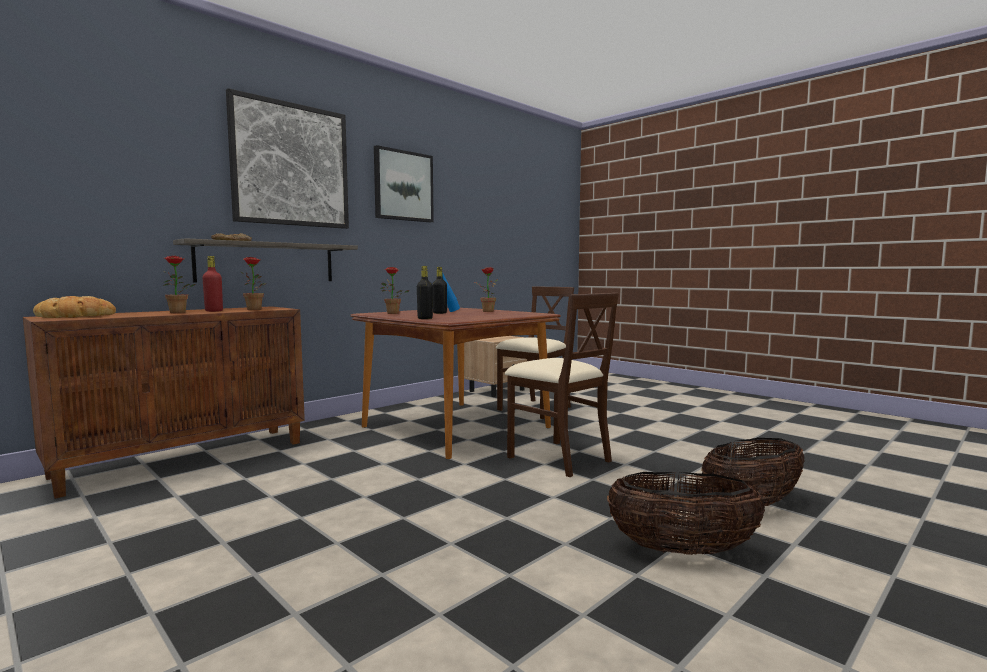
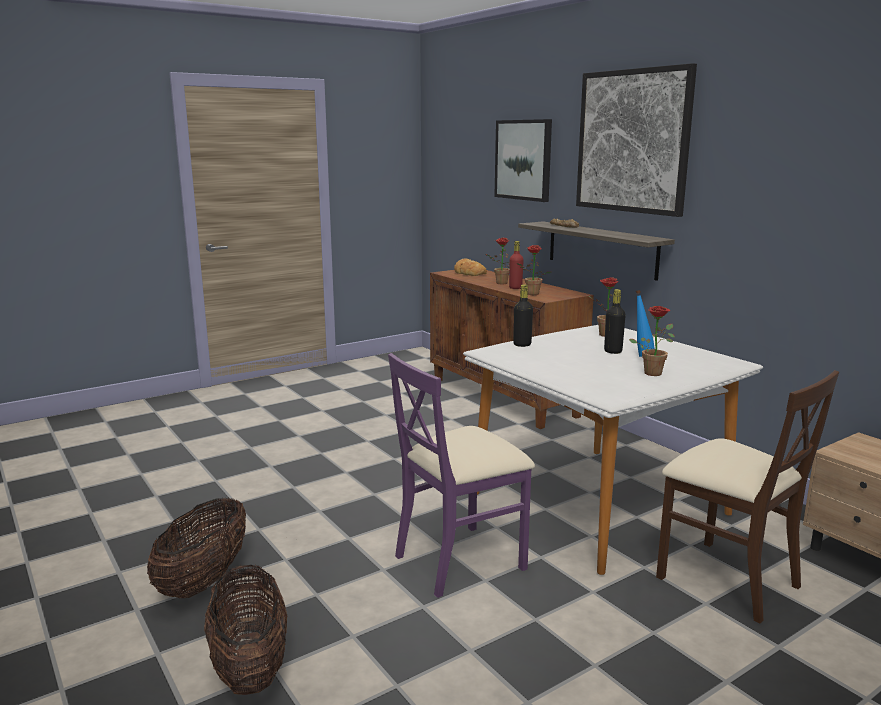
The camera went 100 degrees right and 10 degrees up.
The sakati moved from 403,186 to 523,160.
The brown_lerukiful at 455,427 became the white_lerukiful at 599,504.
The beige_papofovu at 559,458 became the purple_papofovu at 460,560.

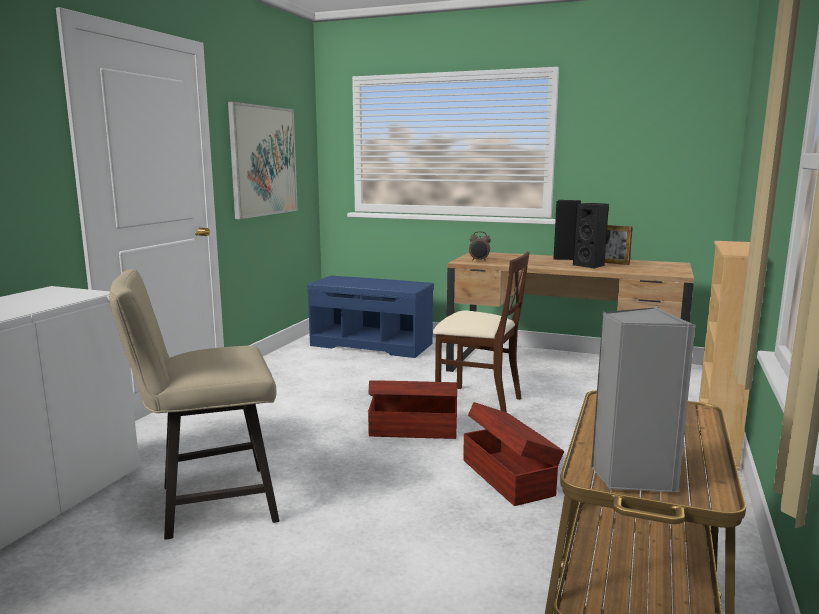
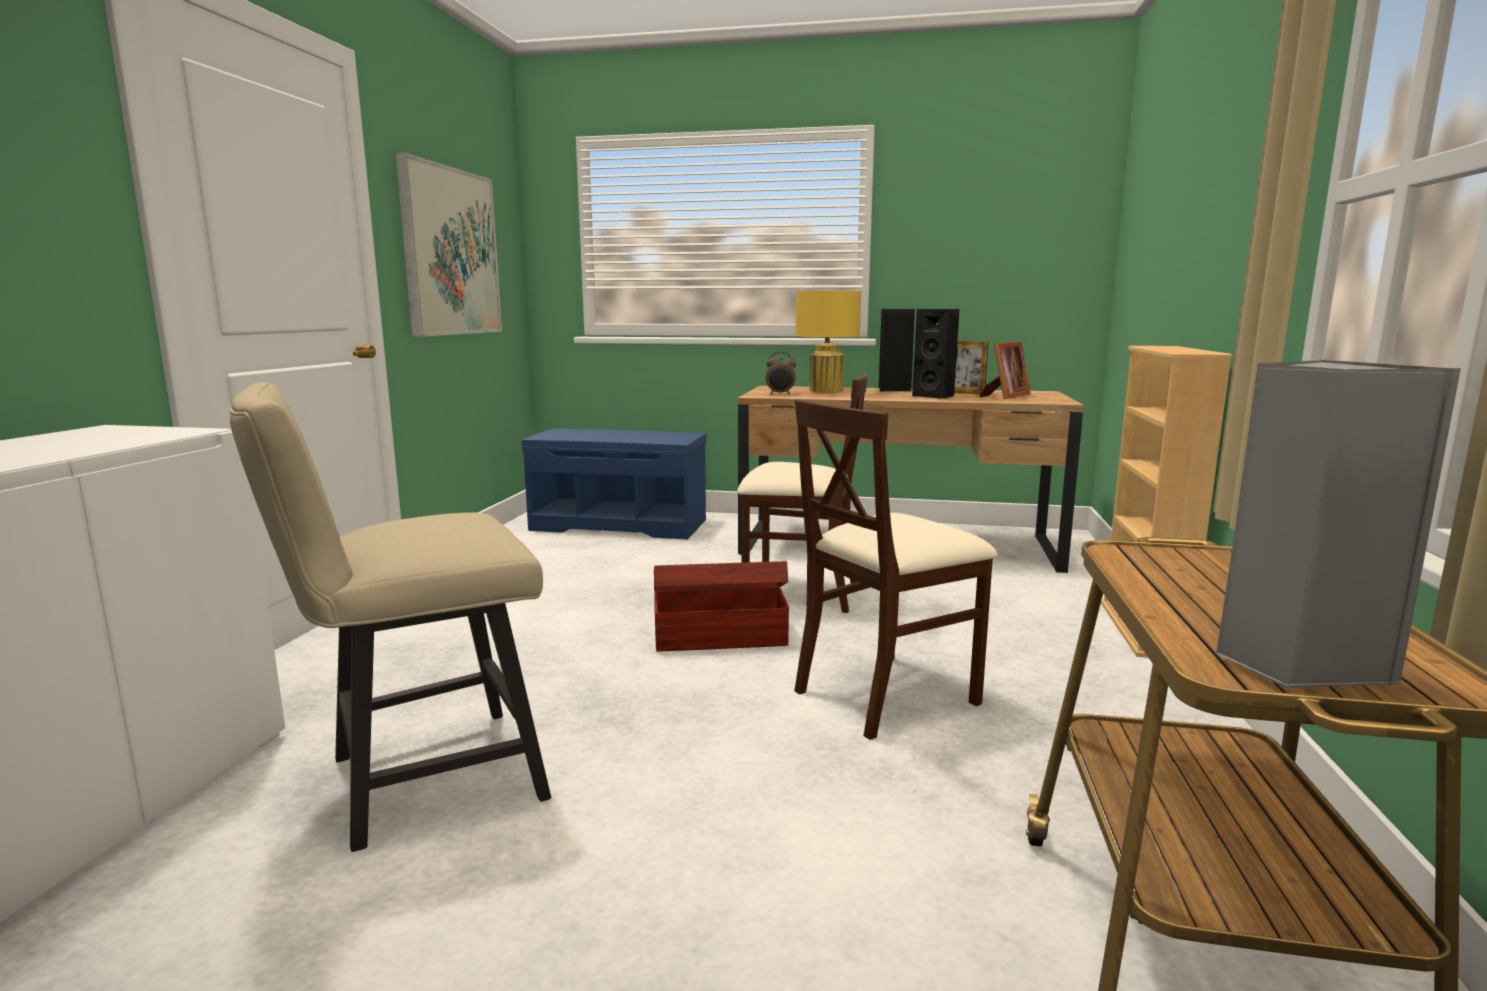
The camera went 10 degrees left and 0 degrees up.
The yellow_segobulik at 826,390 appeared.
The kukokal at 1005,396 appeared.
The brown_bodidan at 508,476 was replaced by the beige_papofovu at 885,694.

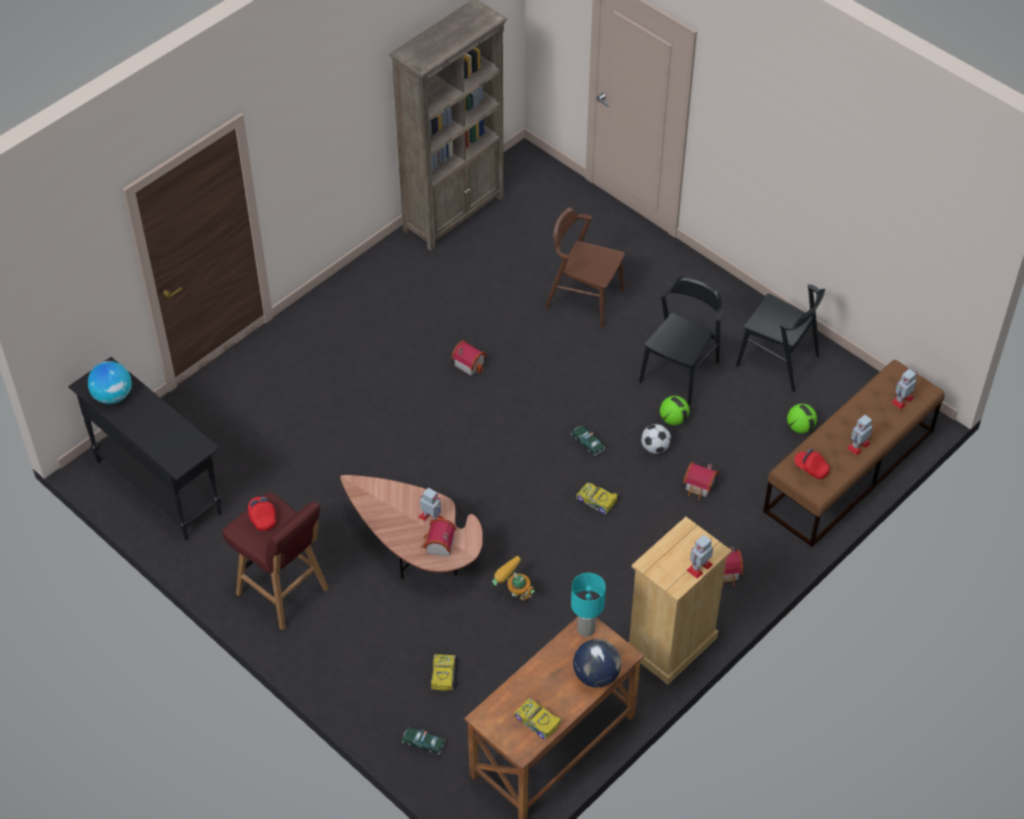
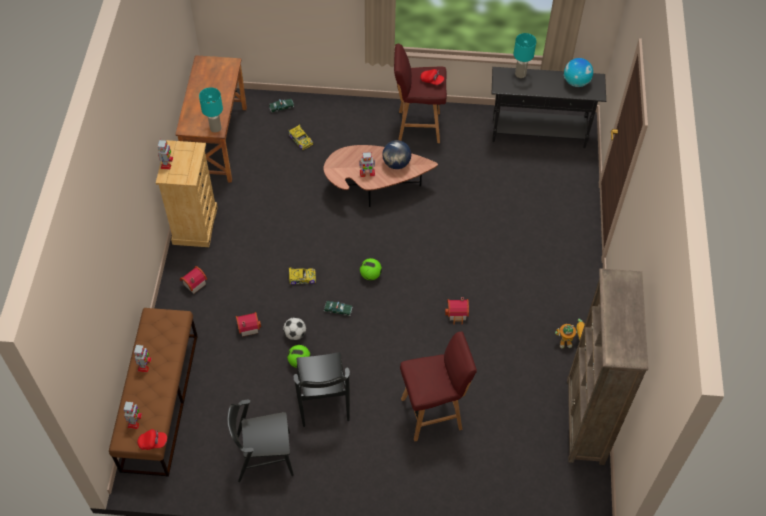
The camera went 140 degrees right and 5 degrees up.
The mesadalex at 438,546 disappeared.
The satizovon at 538,722 disappeared.
The turquoise_segobulik at 520,74 appeared.
The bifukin moved from 513,594 to 570,342.
The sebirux moved from 596,675 to 396,164.
The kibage moved from 800,427 to 370,275.
The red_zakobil moved from 811,468 to 153,442.
The brown_papofovu at 584,299 was replaced by the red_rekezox at 433,413.

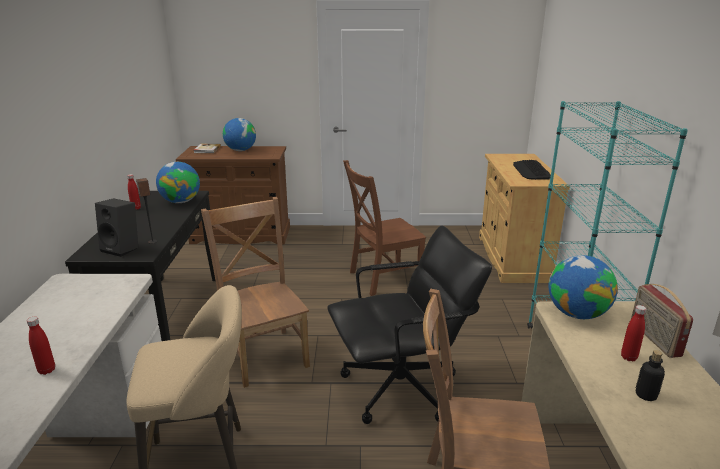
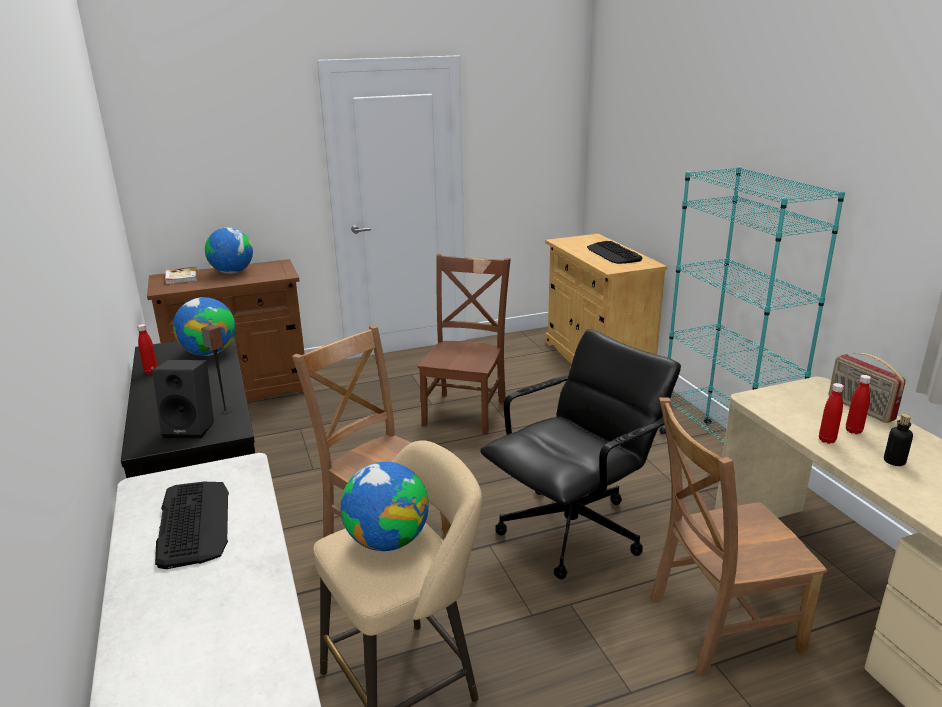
The camera went 20 degrees left and 0 degrees up.
The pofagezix at 193,522 appeared.
The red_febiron moved from 47,370 to 827,440.
The sebirux moved from 577,314 to 387,540.
The brown_papofovu at 382,278 turned 150 degrees clockwise.

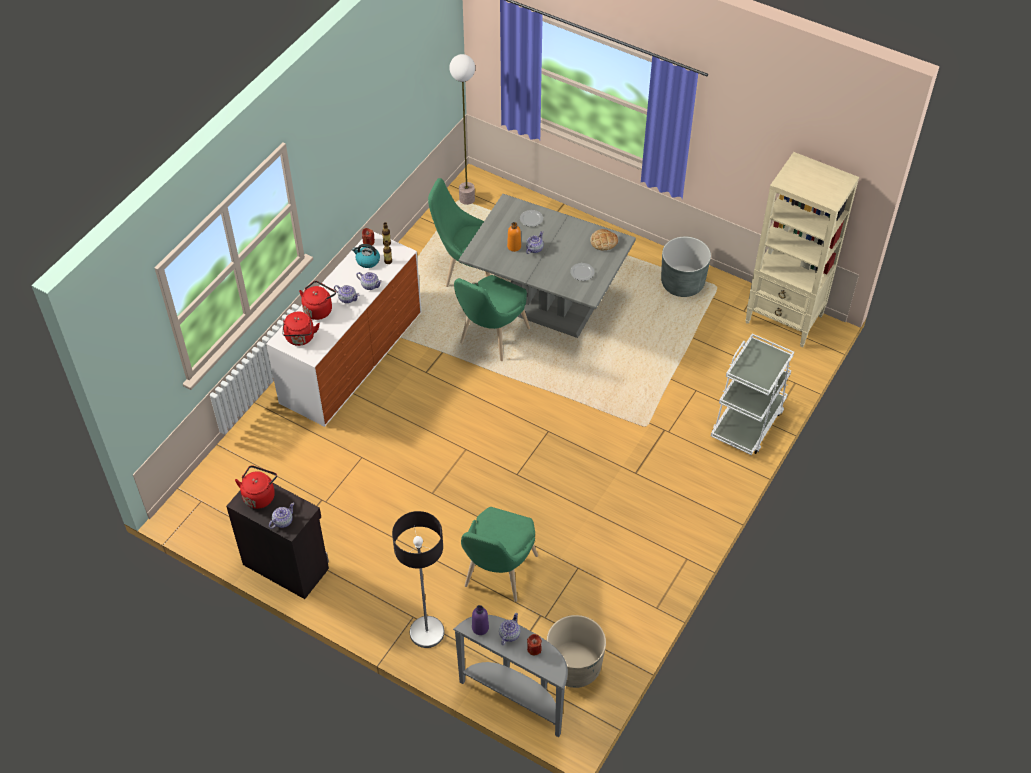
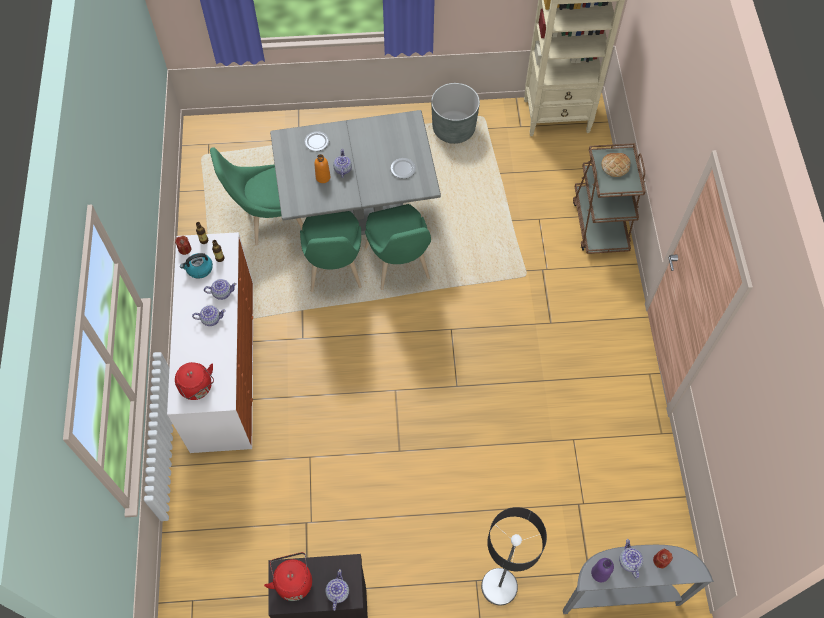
The camera went 35 degrees left and 10 degrees up.
The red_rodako at 319,309 disappeared.
The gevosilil at 467,199 disappeared.
The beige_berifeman at 574,666 disappeared.
The green_papofovu moved from 498,575 to 399,266.
The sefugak moved from 603,242 to 615,166.
The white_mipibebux at 747,422 became the brown_mipibebux at 600,223.

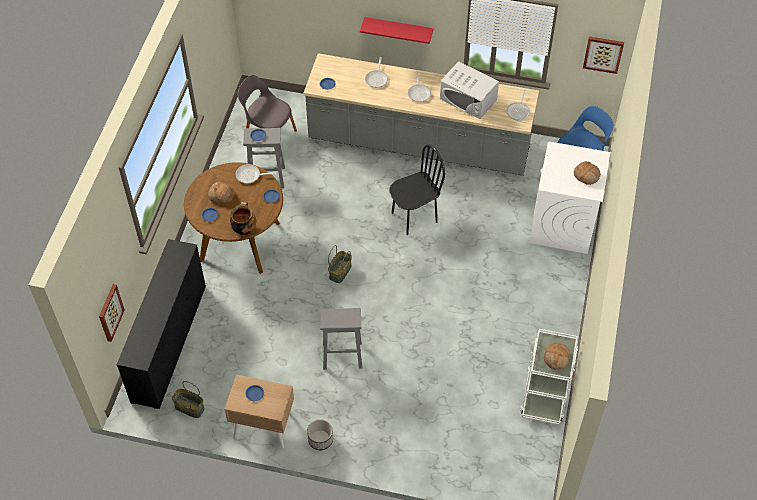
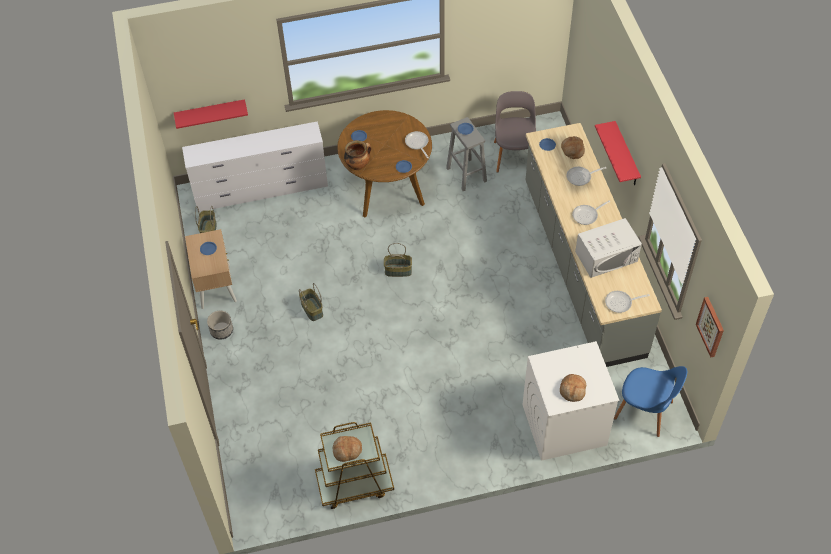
The camera went 65 degrees right and 0 degrees up.
The black_papofovu at 414,217 disappeared.
The sefugak moved from 221,196 to 572,150.
The sakati at 110,312 was replaced by the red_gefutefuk at 211,113.
The grey_rekezox at 341,355 was replaced by the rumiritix at 311,309.
The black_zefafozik at 170,343 became the white_zefafozik at 261,189.
The white_mipibebux at 545,394 became the brown_mipibebux at 354,484.
The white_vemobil at 468,99 turned 120 degrees counterclockwise.

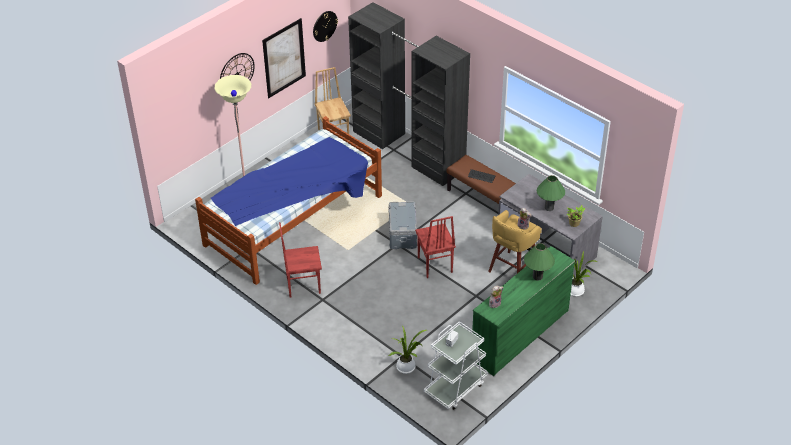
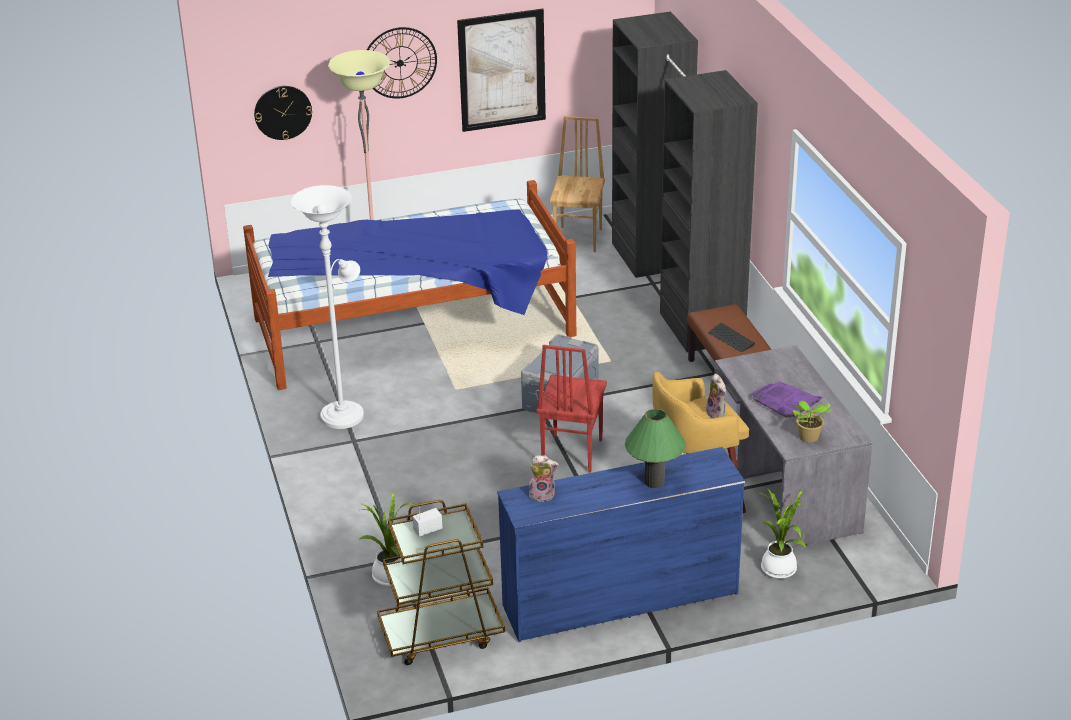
The camera went 30 degrees right and 10 degrees down.
The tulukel moved from 324,26 to 283,112.
The red_papofovu at 303,285 was replaced by the white_gevosilil at 344,413.
The green_segobulik at 549,208 was replaced by the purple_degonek at 785,401.
The white_mipibebux at 455,387 became the brown_mipibebux at 441,634.
The green_zefafozik at 519,335 became the blue_zefafozik at 619,599.

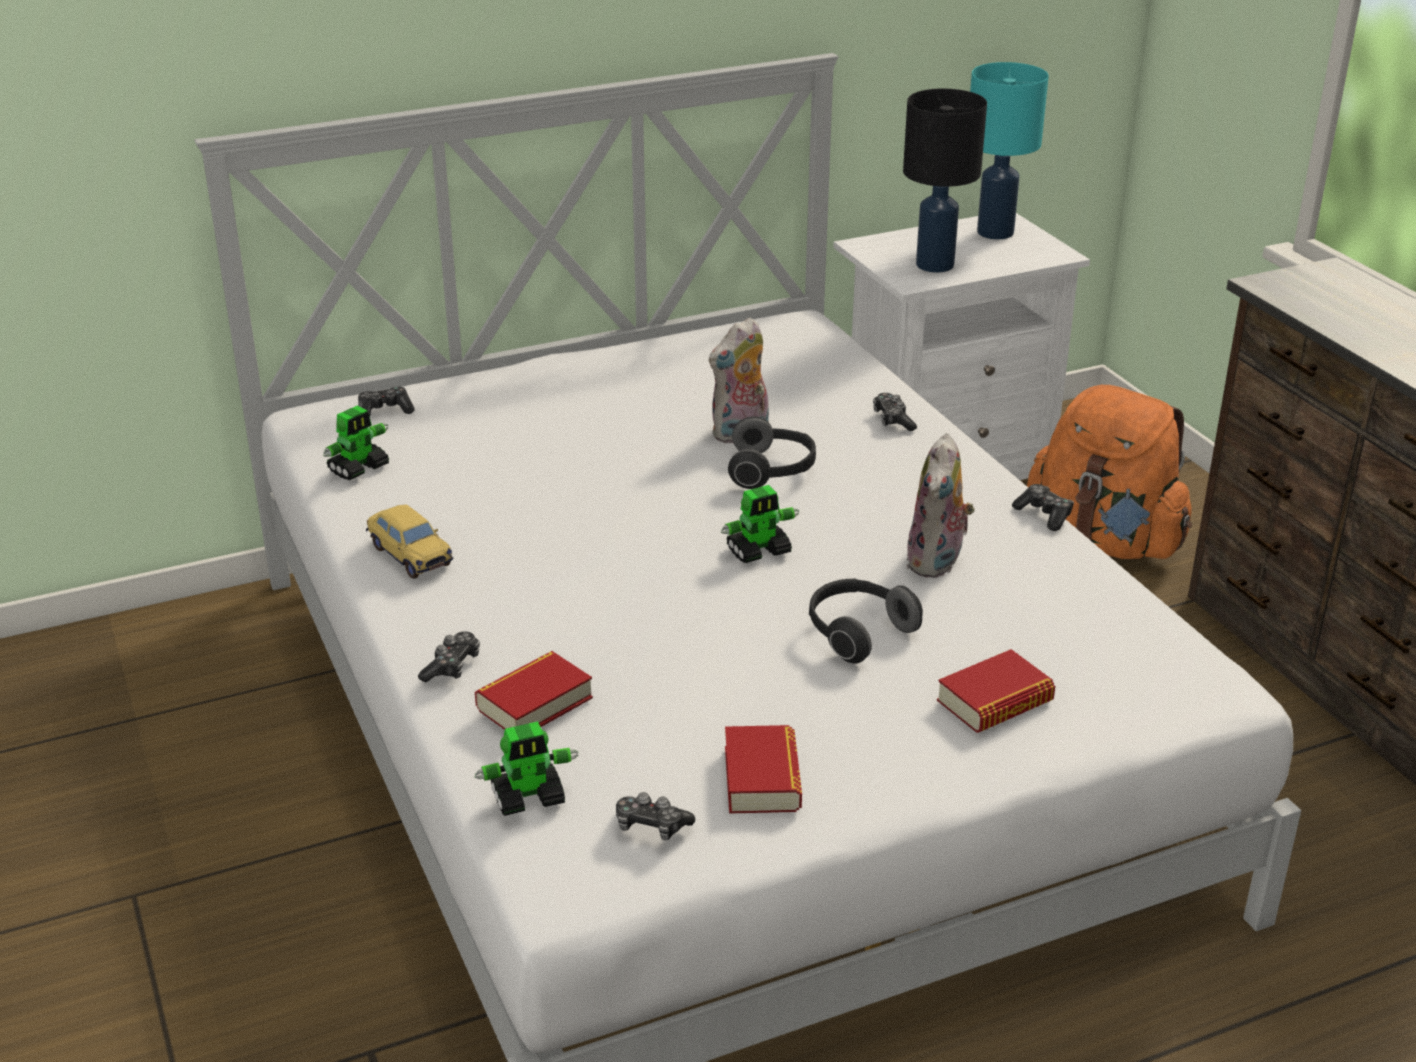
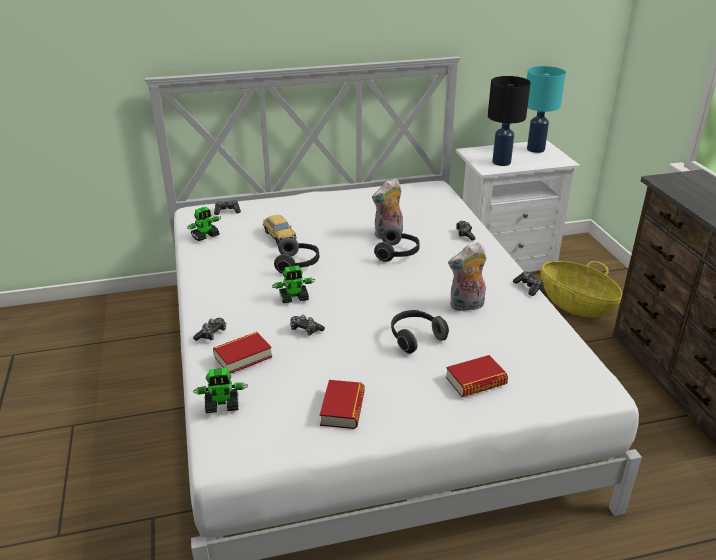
The camera went 10 degrees right and 0 degrees up.
The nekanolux at 298,264 appeared.
The satizovon moved from 410,555 to 279,236.
The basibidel moved from 651,826 to 305,330.
The bifukin moved from 759,551 to 294,298.
The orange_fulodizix at 1105,541 was replaced by the rumiritix at 576,303.
The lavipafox at 937,562 turned 45 degrees clockwise.

